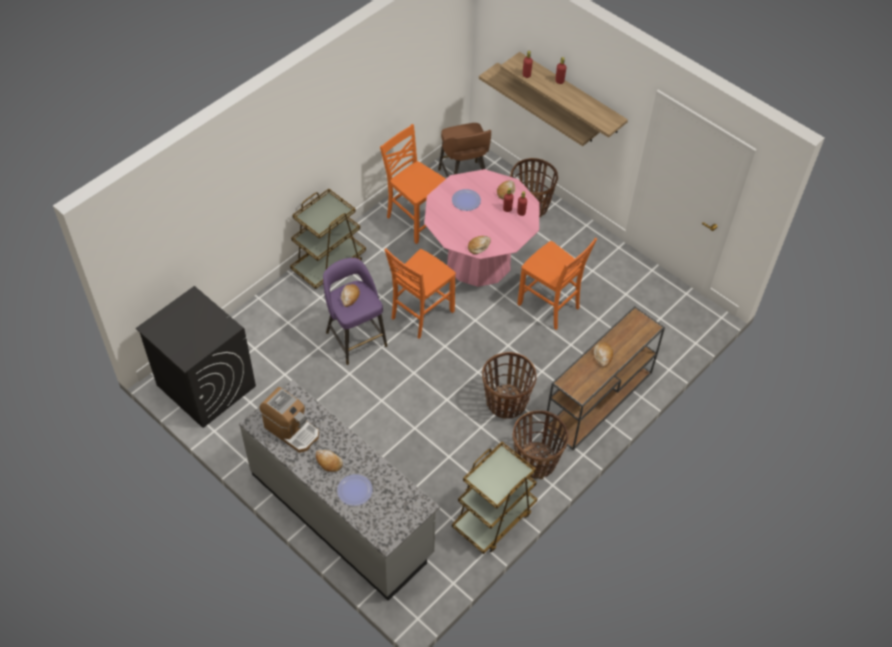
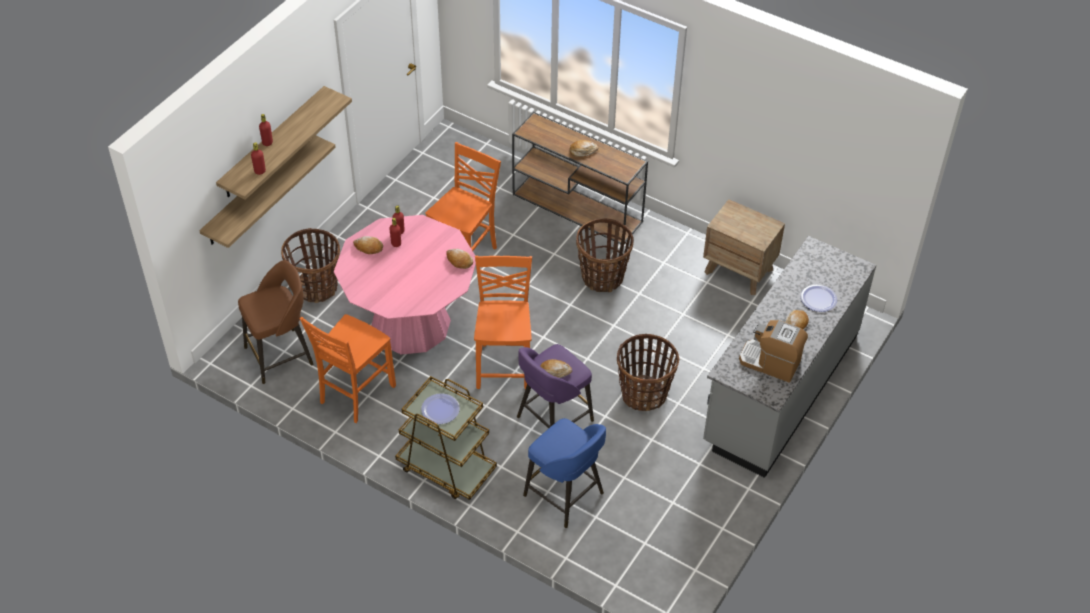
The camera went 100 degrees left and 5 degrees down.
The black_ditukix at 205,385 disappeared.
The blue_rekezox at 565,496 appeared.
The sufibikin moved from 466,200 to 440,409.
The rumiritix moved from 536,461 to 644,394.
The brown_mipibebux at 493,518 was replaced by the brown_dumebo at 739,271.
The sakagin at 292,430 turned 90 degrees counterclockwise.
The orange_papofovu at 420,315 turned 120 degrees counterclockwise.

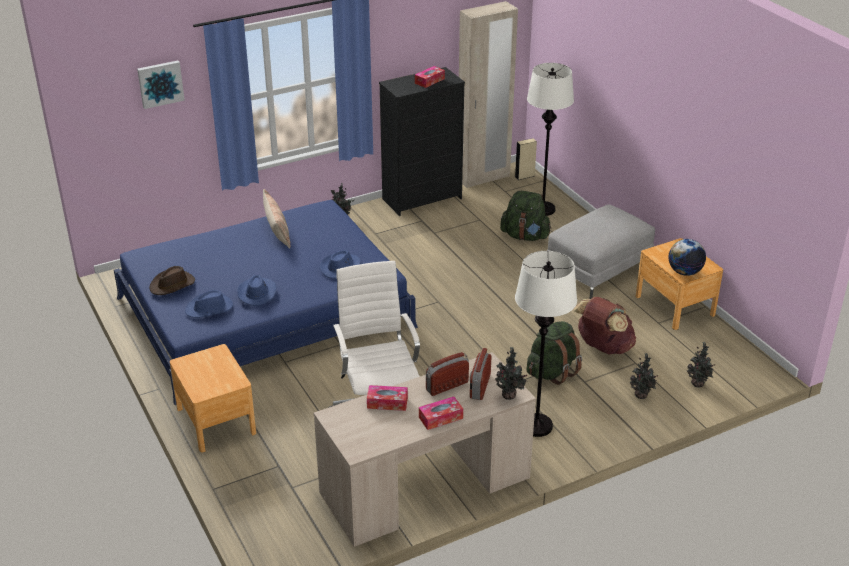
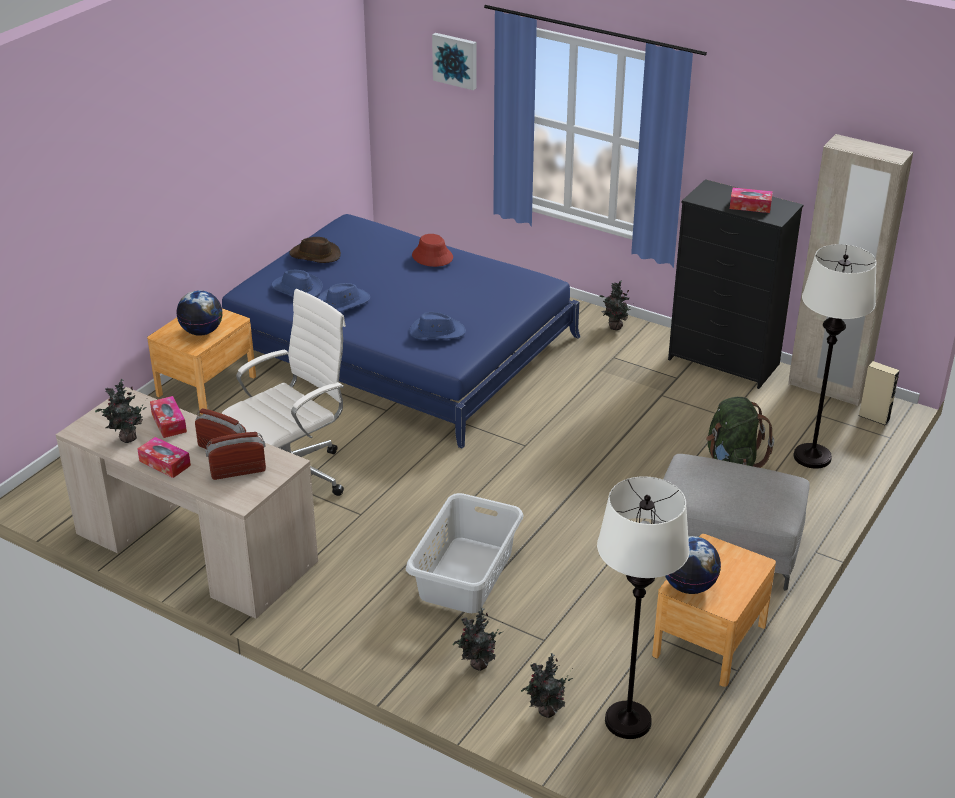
The camera went 60 degrees right and 0 degrees up.
The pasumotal at 277,231 disappeared.
The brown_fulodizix at 603,347 disappeared.
The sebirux at 202,332 appeared.
The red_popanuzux at 432,257 appeared.
The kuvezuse moved from 509,396 to 126,439.
The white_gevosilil moved from 536,425 to 628,721.
The green_fulodizix at 552,372 was replaced by the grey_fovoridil at 465,575.

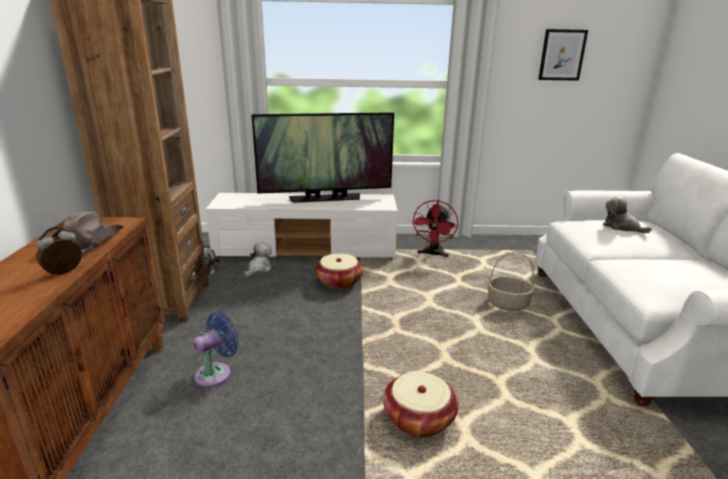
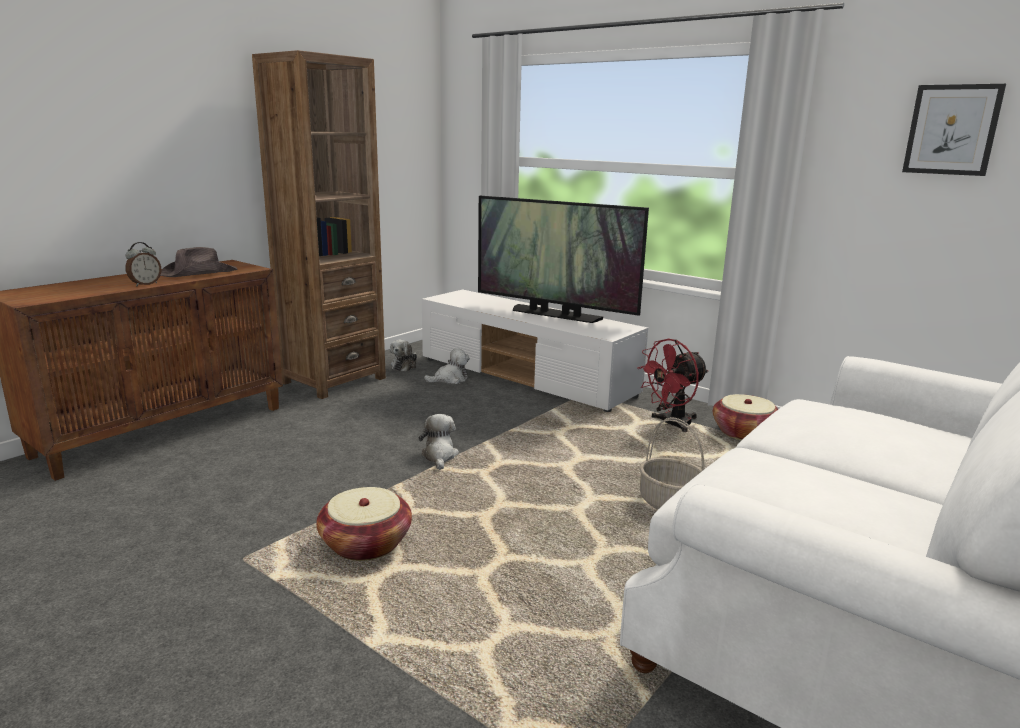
The camera went 40 degrees right and 5 degrees down.
The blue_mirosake at 216,373 disappeared.
The rumiritix moved from 339,282 to 744,433.
The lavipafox moved from 621,227 to 439,456.
The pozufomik at 64,272 turned 135 degrees clockwise.

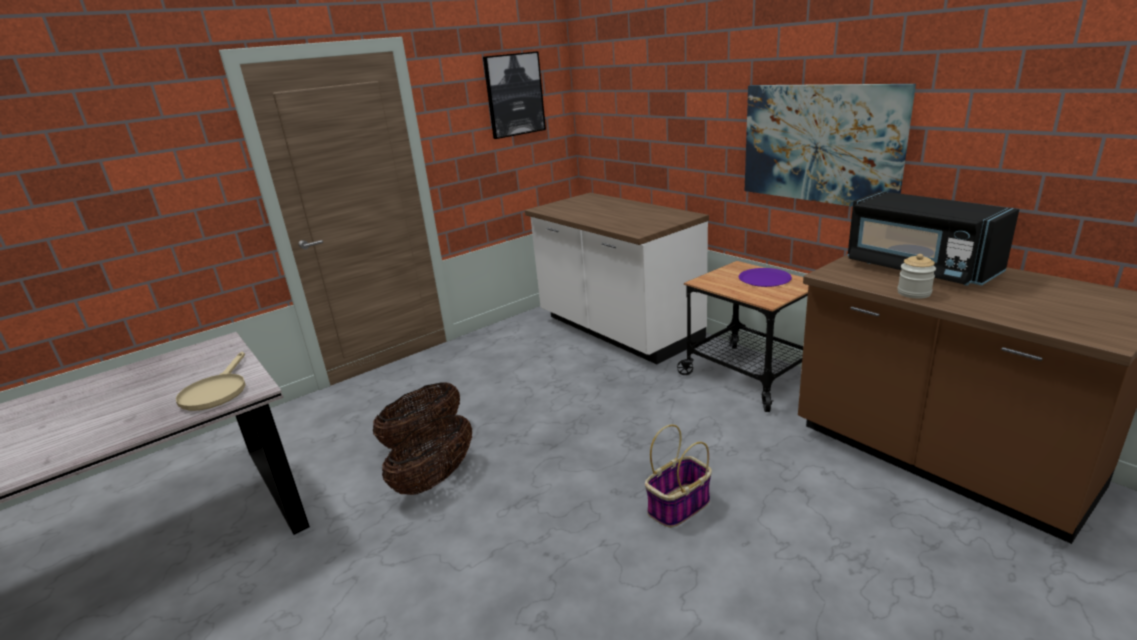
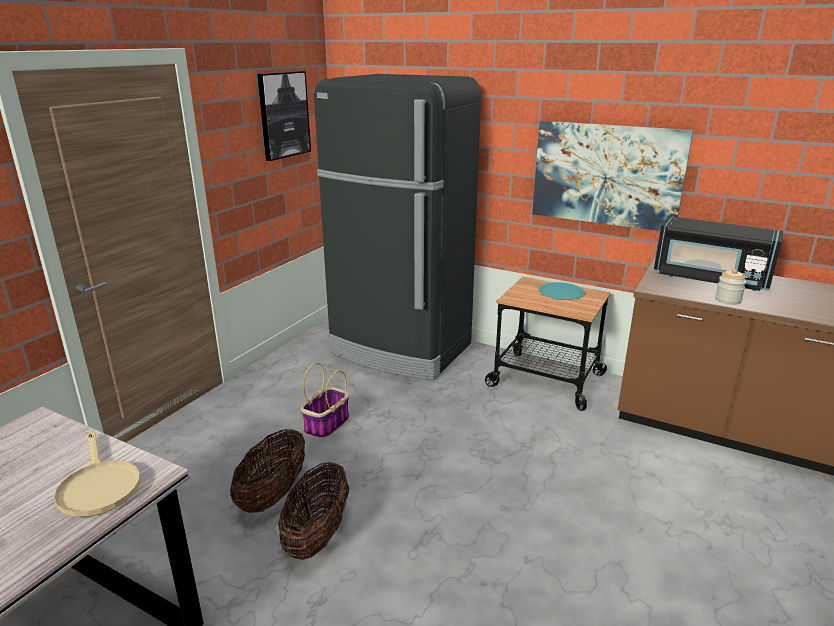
The camera went 25 degrees left and 0 degrees up.
The rumiritix moved from 678,507 to 327,425.
The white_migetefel at 617,330 was replaced by the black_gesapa at 400,350.
The purple_sufibikin at 764,279 became the turquoise_sufibikin at 561,292.

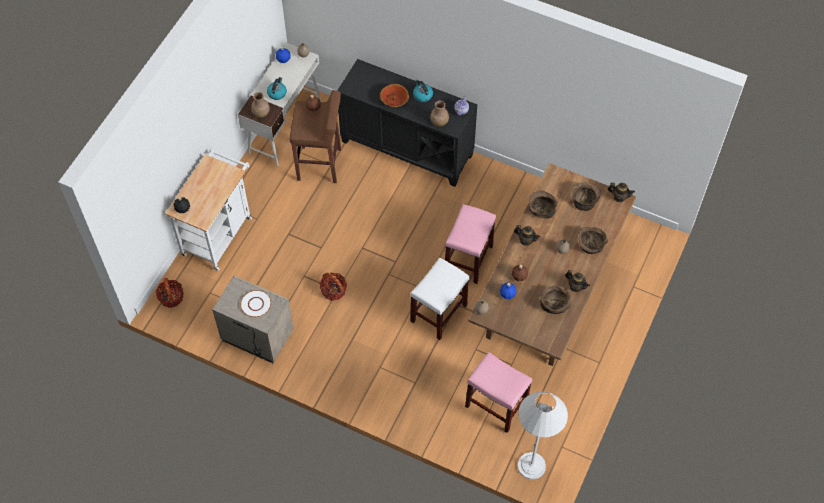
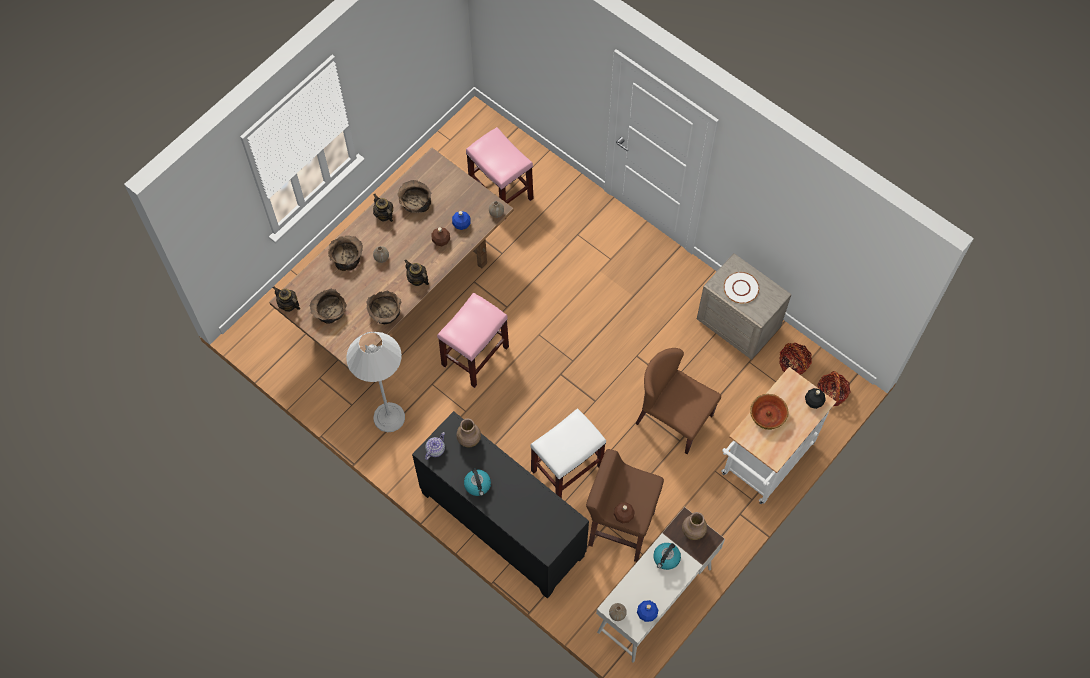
The camera went 165 degrees left and 5 degrees up.
The brown_papofovu at 673,419 appeared.
The rumiritix moved from 333,290 to 793,363.
The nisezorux moved from 394,100 to 767,415.
The white_rekezox moved from 438,313 to 566,469.
The white_gevosilil moved from 531,466 to 389,417.

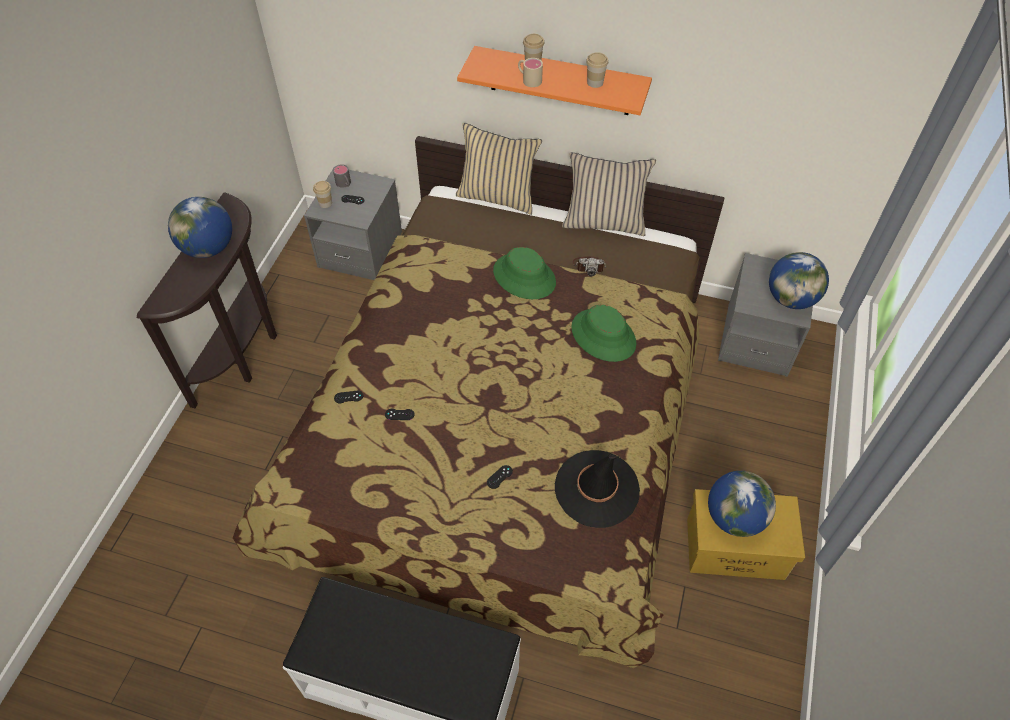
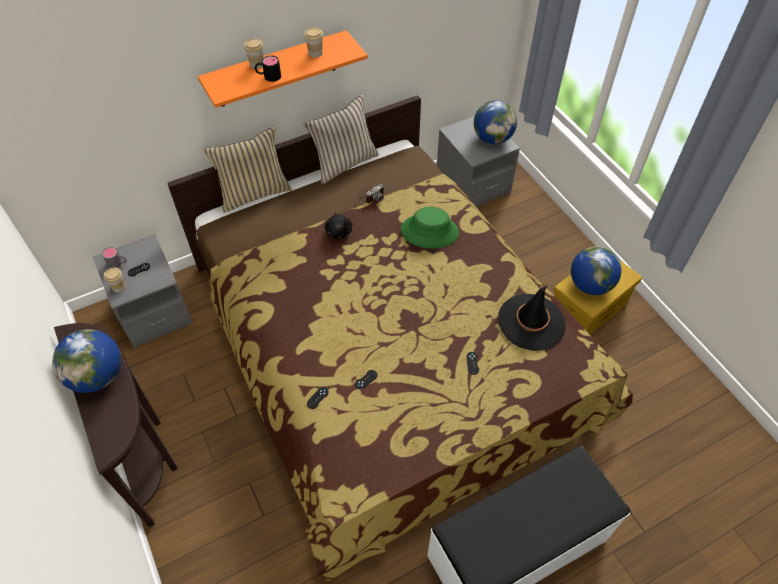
The camera went 45 degrees left and 0 degrees up.
The green_popanuzux at 524,277 was replaced by the black_lavipafox at 339,231.
The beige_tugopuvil at 529,79 became the black_tugopuvil at 268,76.

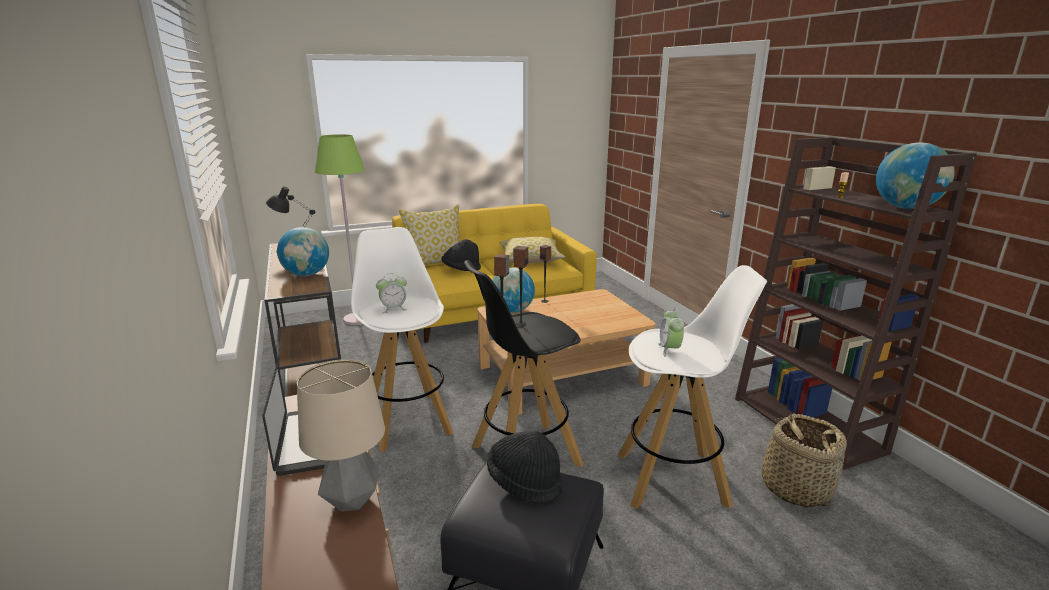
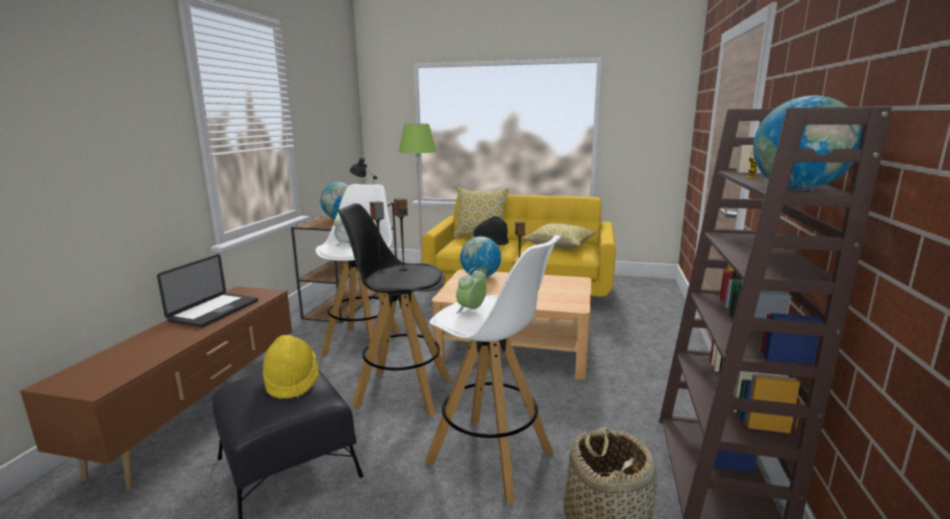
The camera went 35 degrees right and 5 degrees down.
The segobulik at 352,500 disappeared.
The black_popanuzux at 524,482 became the yellow_popanuzux at 291,382.

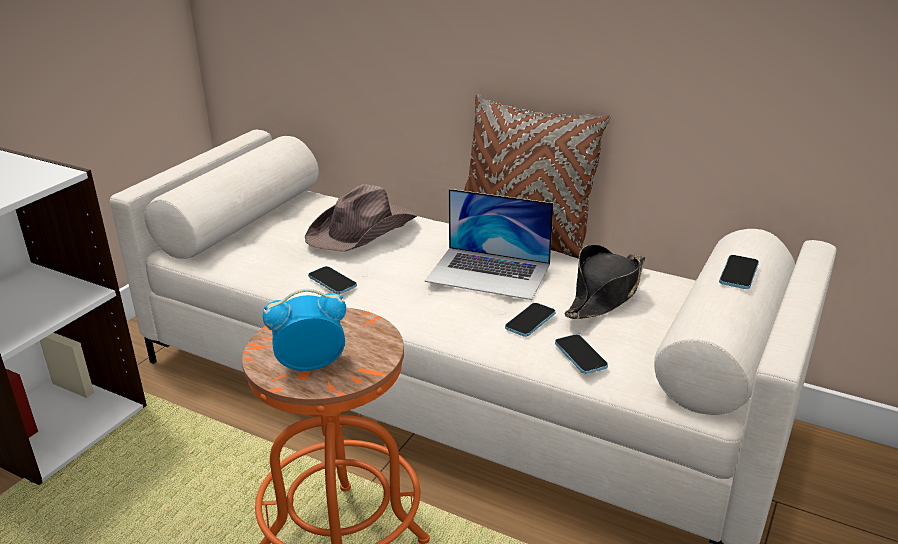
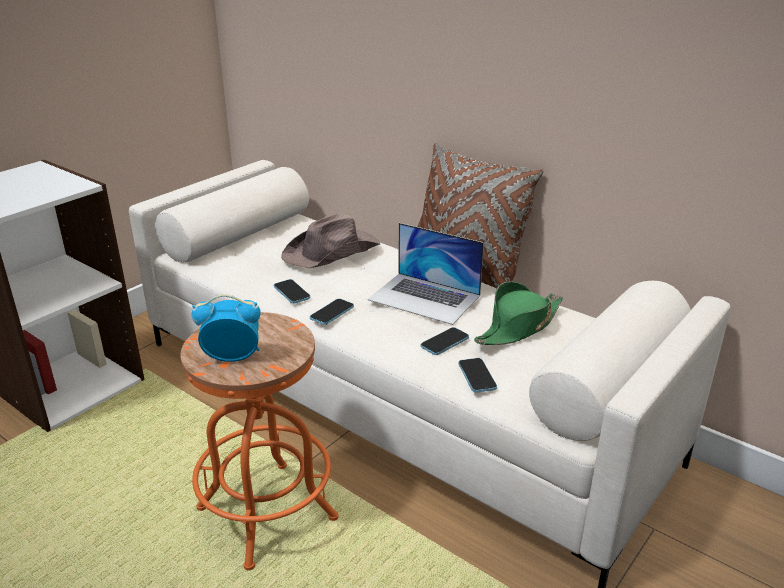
The camera went 10 degrees right and 0 degrees up.
The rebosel moved from 738,273 to 332,313.
The black_popanuzux at 605,294 became the green_popanuzux at 519,326.

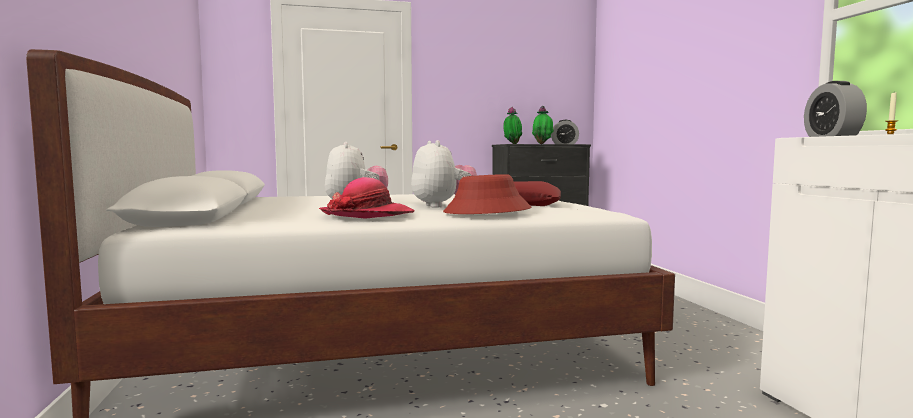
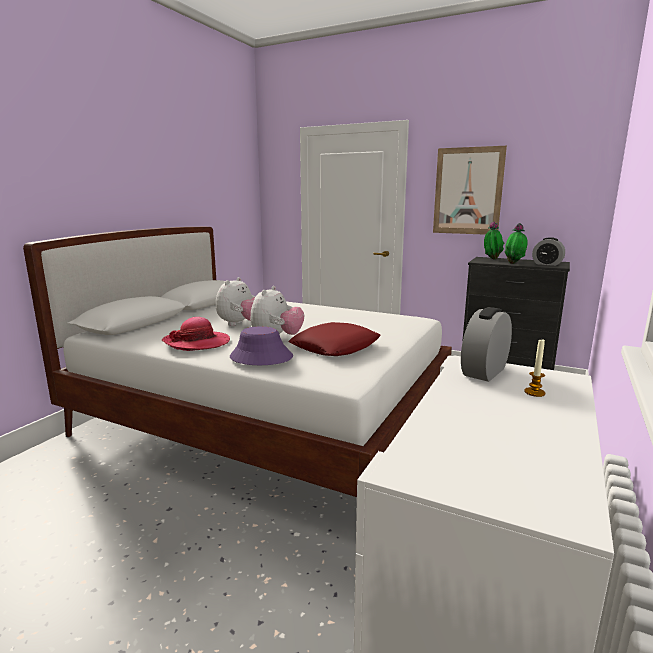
The camera went 40 degrees right and 10 degrees up.
The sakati at 468,191 appeared.
The red_popanuzux at 487,211 became the purple_popanuzux at 261,357.

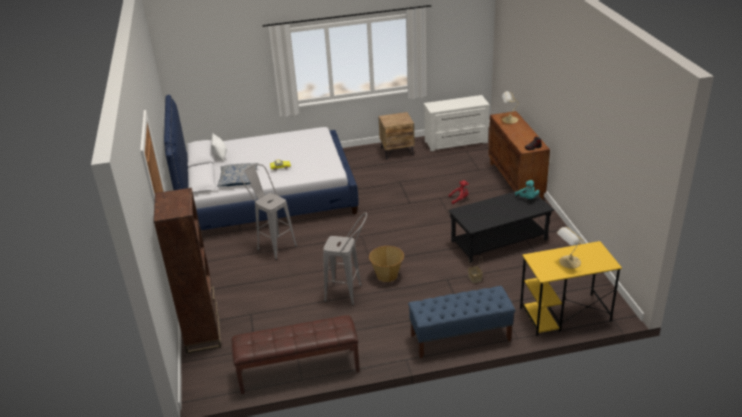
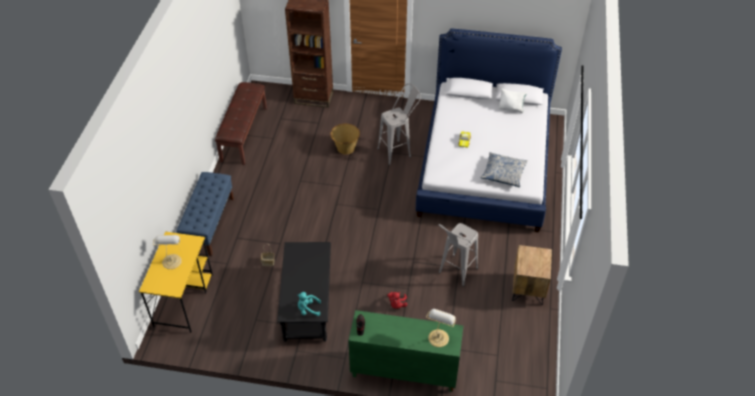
The camera went 110 degrees right and 15 degrees up.
The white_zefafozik at 456,142 disappeared.
The pasumotal moved from 238,179 to 503,173.
The grey_rekezox moved from 349,294 to 455,274.
The rumiritix moved from 387,275 to 345,148.
The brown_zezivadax at 516,181 became the green_zezivadax at 403,371.

